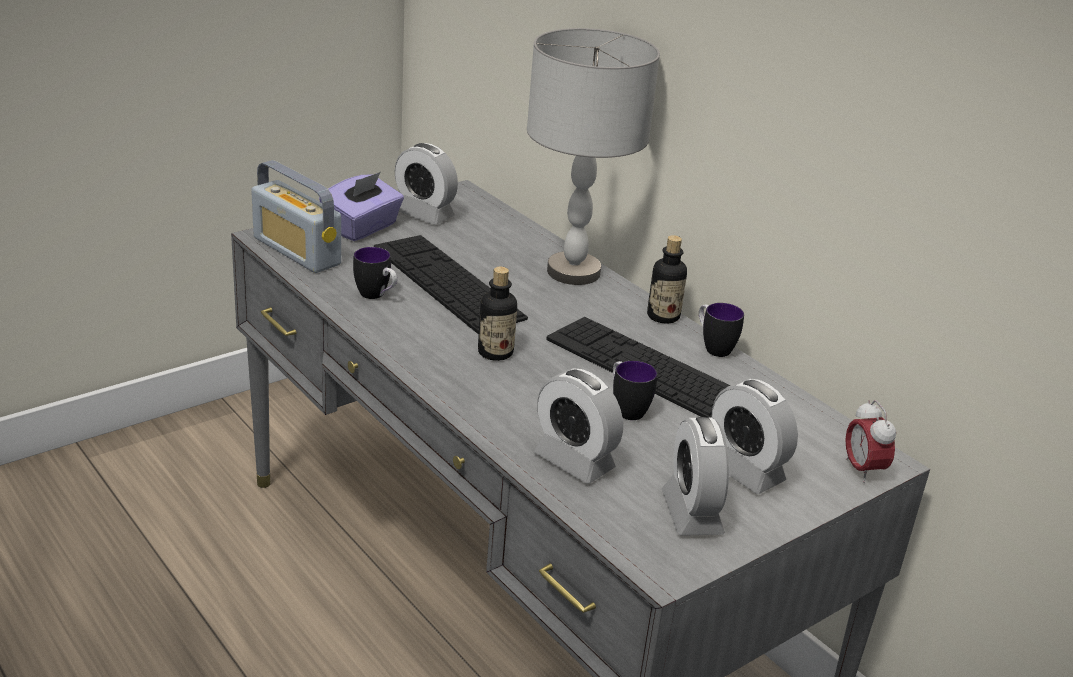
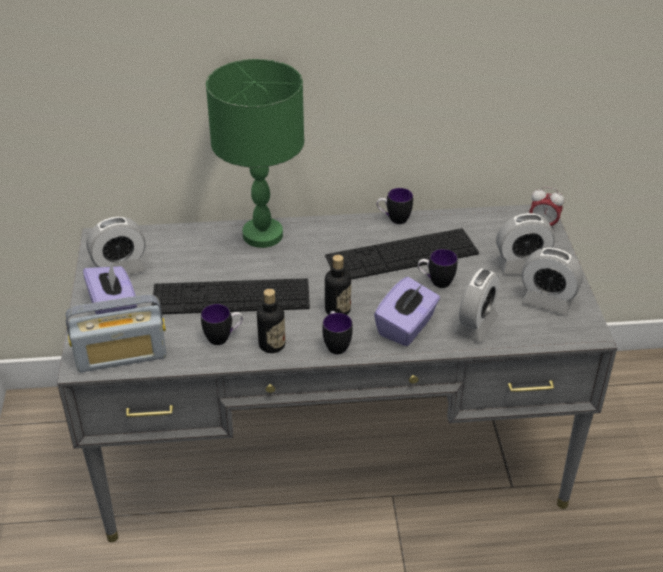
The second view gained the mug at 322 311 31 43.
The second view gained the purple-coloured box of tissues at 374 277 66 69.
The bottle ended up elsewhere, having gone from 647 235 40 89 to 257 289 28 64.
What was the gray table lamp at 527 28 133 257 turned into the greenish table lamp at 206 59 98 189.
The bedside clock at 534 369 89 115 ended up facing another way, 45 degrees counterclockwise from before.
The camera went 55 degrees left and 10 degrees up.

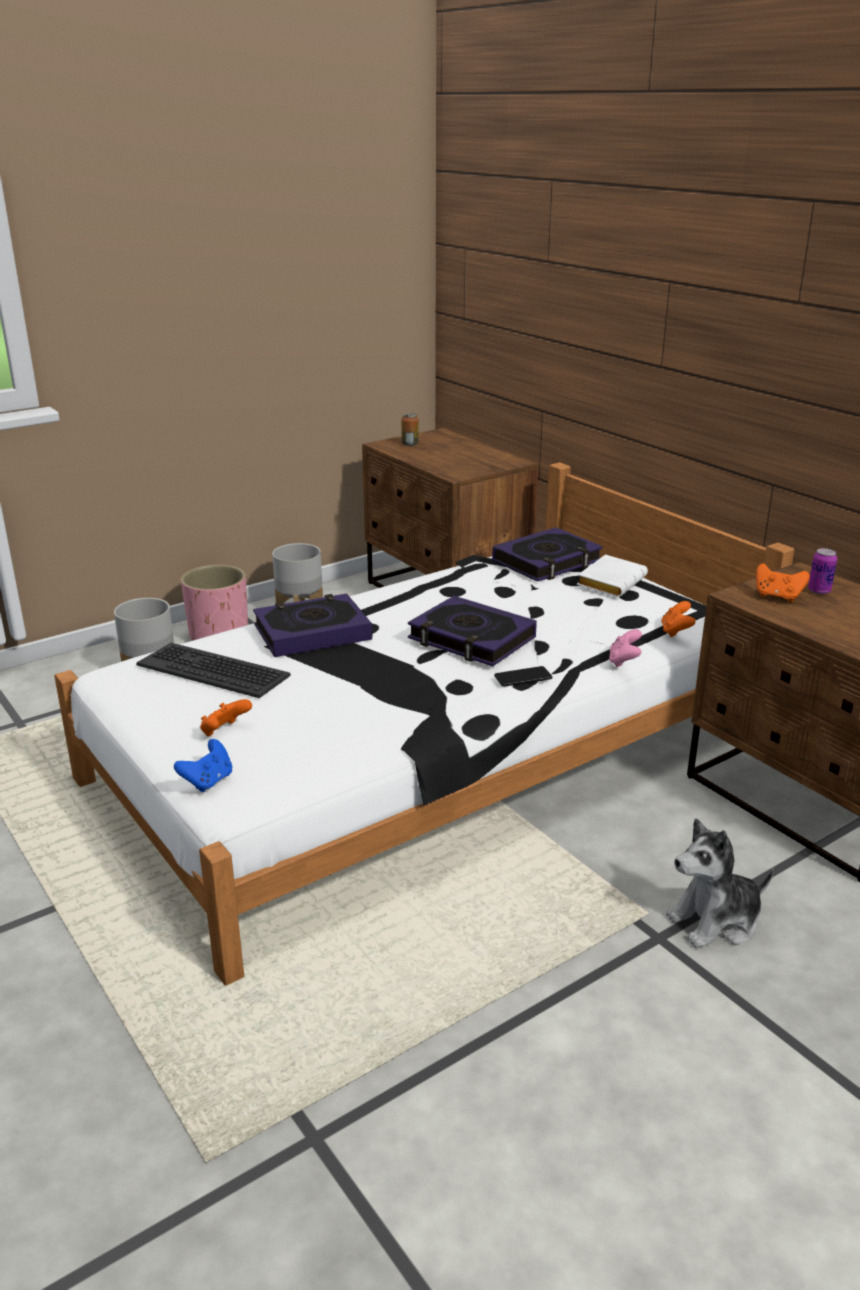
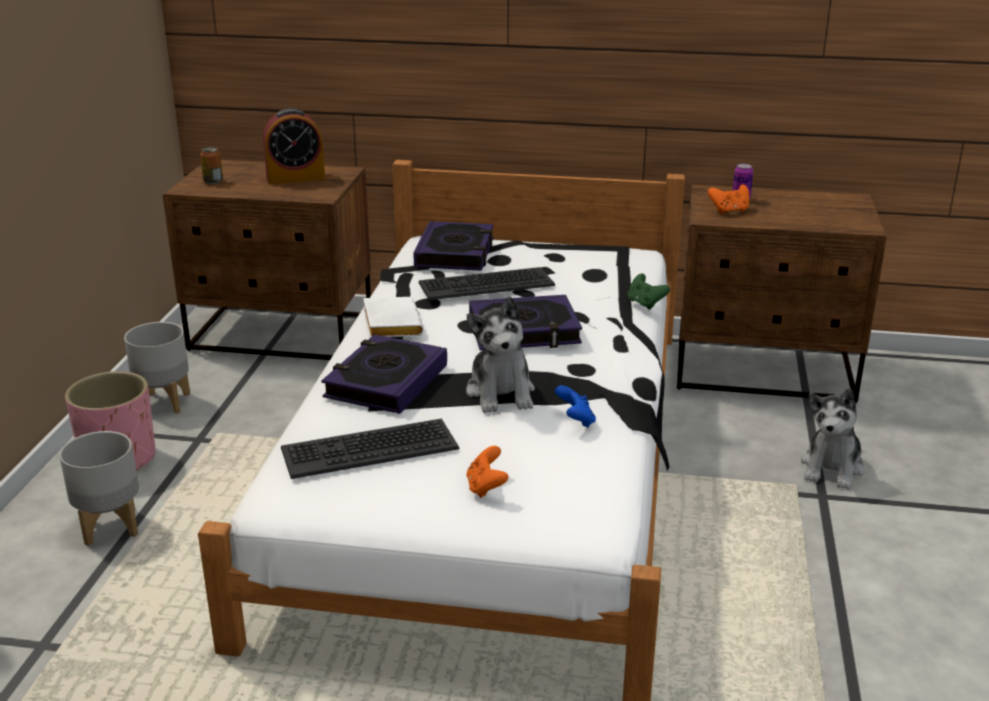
The second view lost the handset at 494 666 59 21.
The second view lost the orangey gamepad at 661 601 35 36.
The second view gained the bedside clock at 263 108 62 77.
The second view gained the PC keyboard at 419 267 136 33.
The second view gained the soft toy at 466 297 69 116.
The bluish gamepad ended up elsewhere, having gone from 174 739 58 53 to 555 386 41 42.
The whitish bound book ended up elsewhere, having gone from 577 554 71 43 to 363 297 60 41.
What was the pink-coloured gamepad at 609 629 33 38 turned into the greenish gamepad at 628 274 42 36.
The camera went 45 degrees left and 0 degrees up.

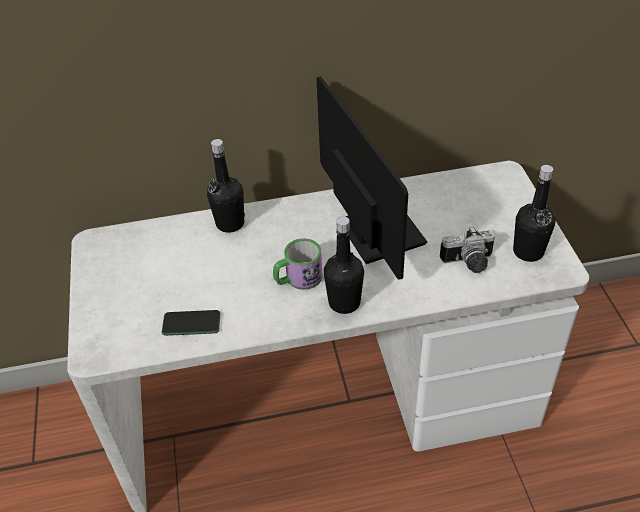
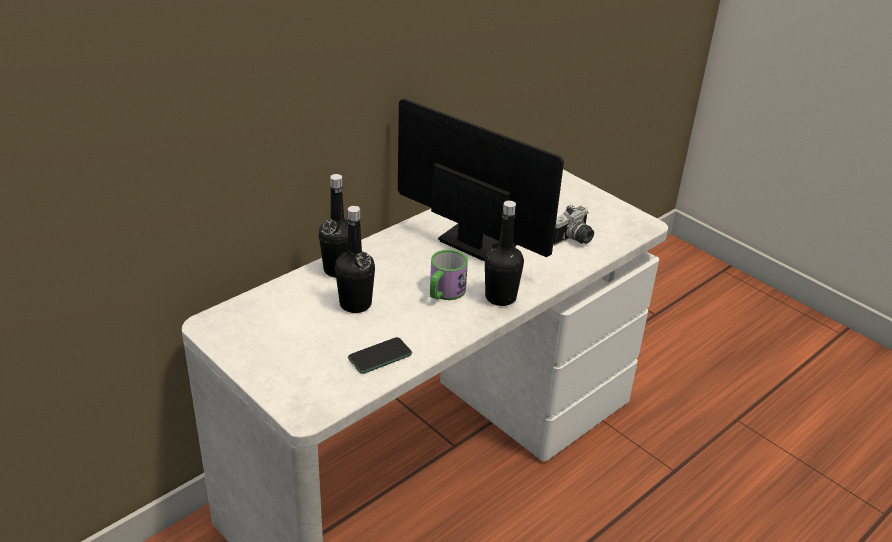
The black-coloured bottle ended up elsewhere, having gone from 513 165 43 97 to 335 206 40 107.
The camera went 35 degrees left and 10 degrees down.

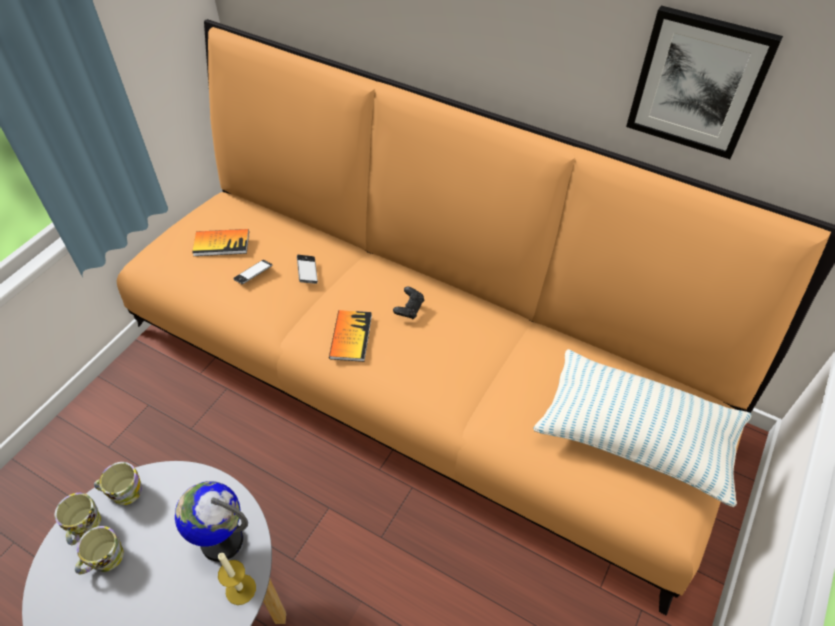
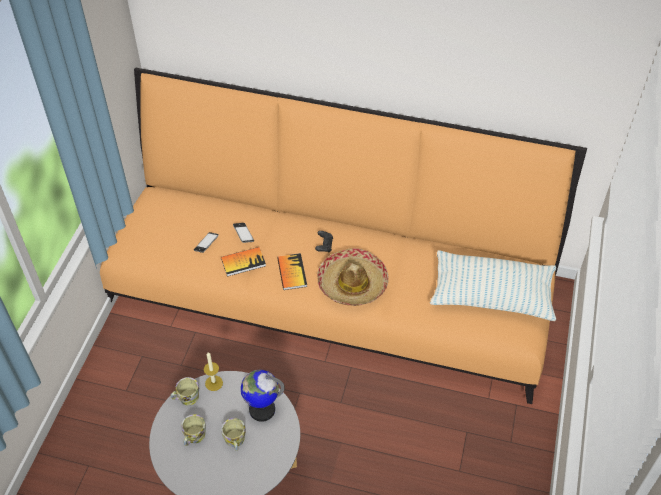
The second view lost the picture at 626 5 157 154.
The second view gained the wearable hat at 317 248 72 58.
The mug ended up elsewhere, having gone from 54 493 47 52 to 221 418 25 33.
The bound book ended up elsewhere, having gone from 192 229 57 27 to 221 247 45 30.
The wax light ended up elsewhere, having gone from 218 553 38 52 to 204 352 19 39.
The camera went 15 degrees left and 0 degrees up.

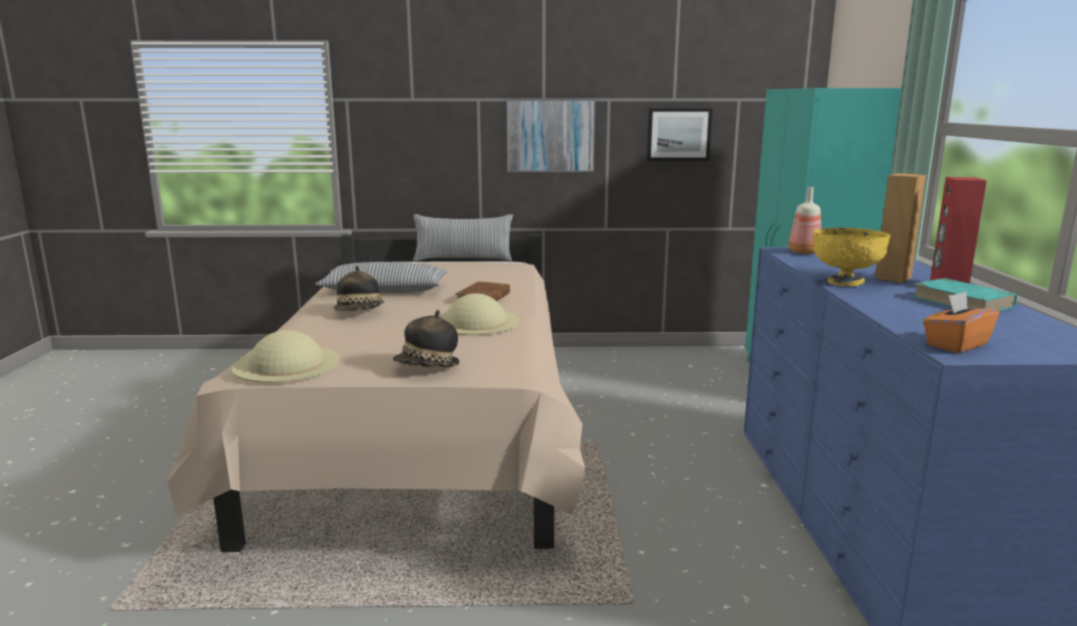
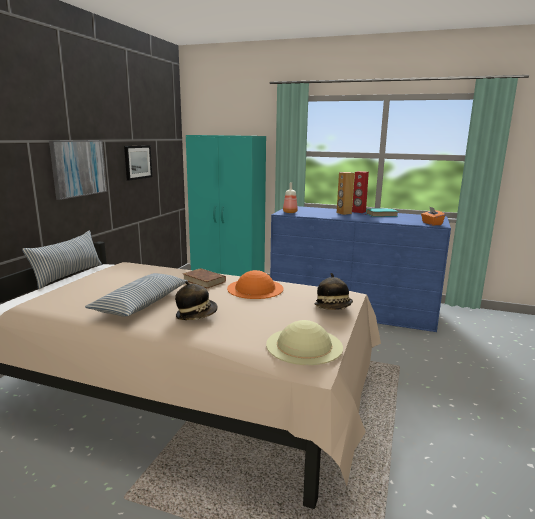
The second view lost the yellowish bowl at 813 228 78 58.
What was the beige-coloured wearable hat at 439 293 80 42 turned into the orangey wearable hat at 227 270 57 29.
The camera went 70 degrees left and 0 degrees up.

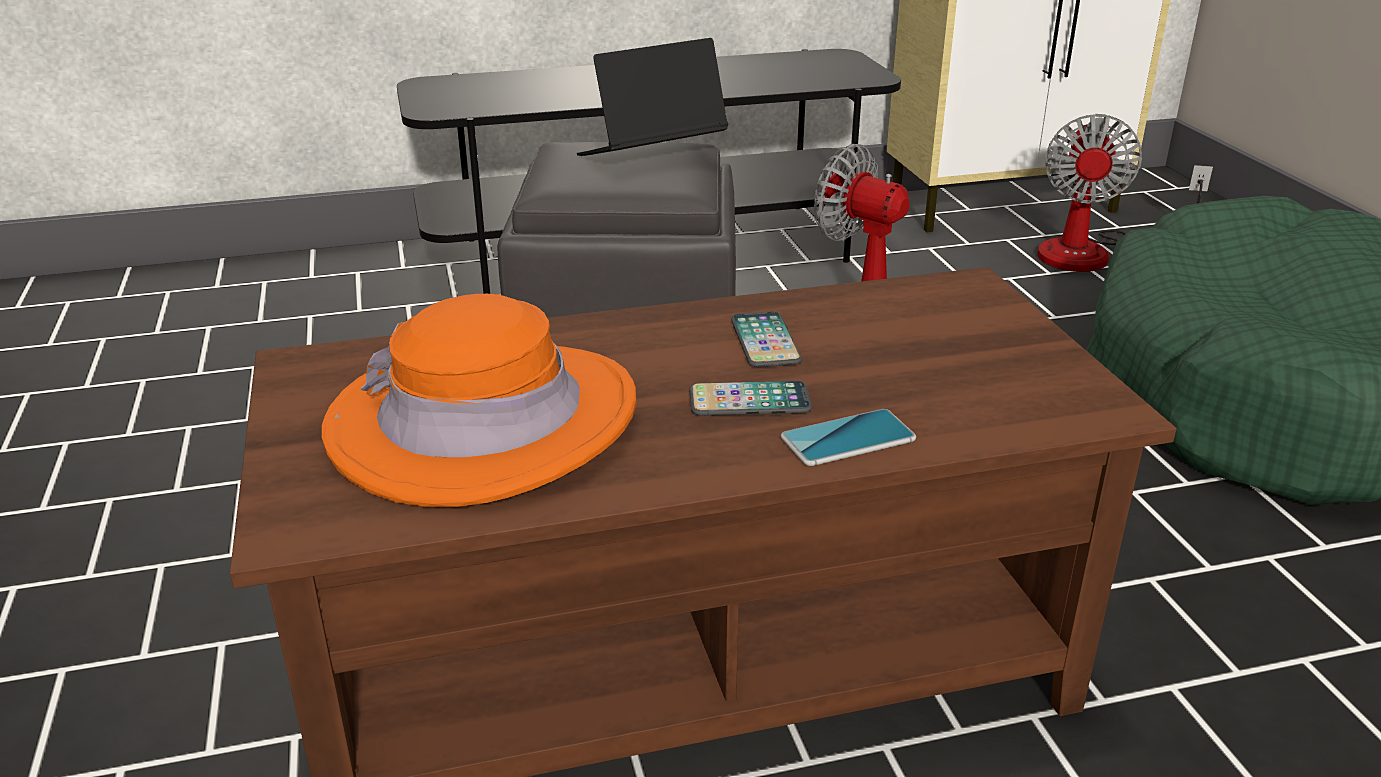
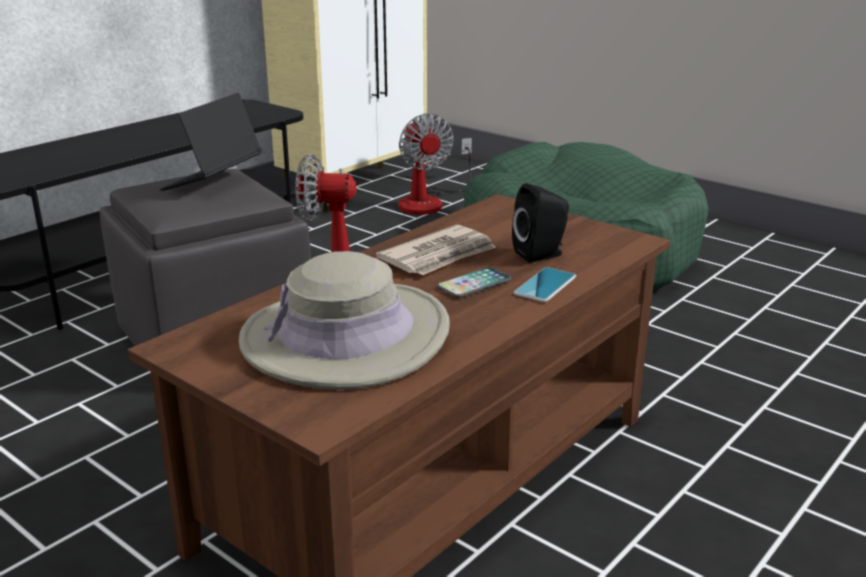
The second view gained the black-coloured speaker at 512 183 57 80.
Where the handset stood at 731 311 71 56, the daily paper came to stand at 376 225 120 50.
What was the orangey wearable hat at 322 294 315 213 turned into the beige-coloured wearable hat at 239 251 211 139.
The camera went 35 degrees left and 5 degrees down.

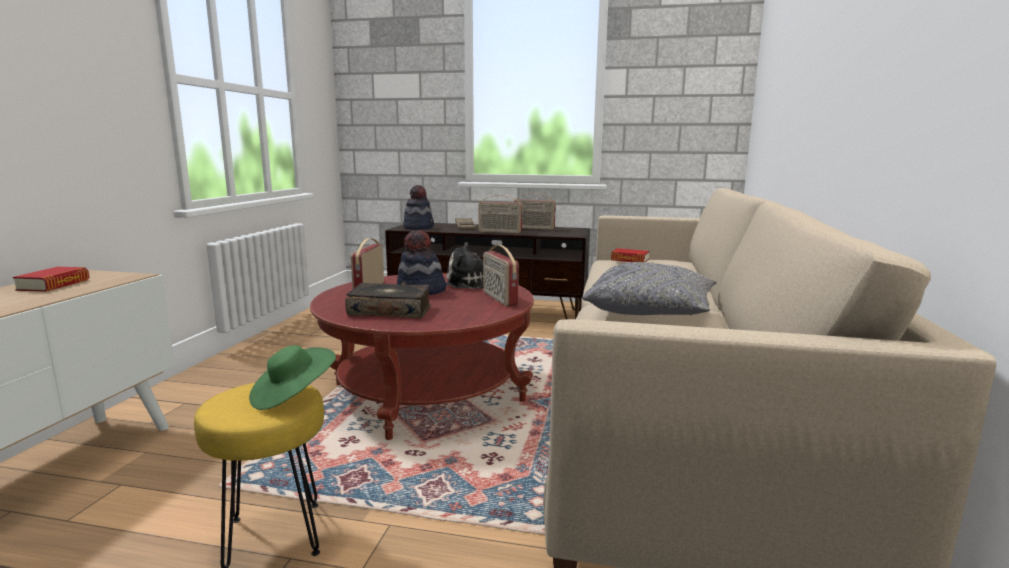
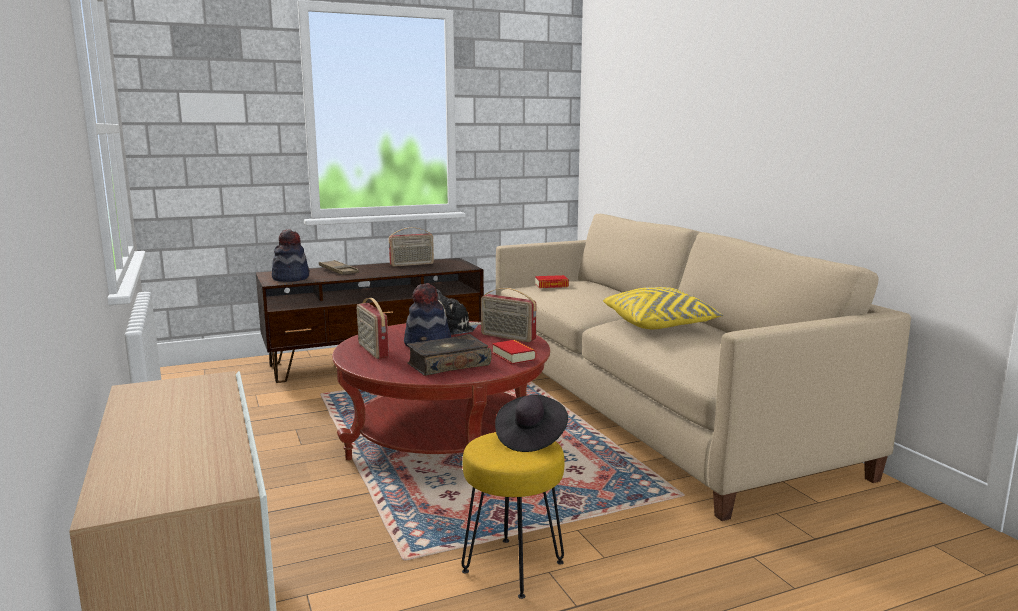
The second view lost the radio receiver at 478 195 45 39.
The bound book ended up elsewhere, having gone from 13 267 77 25 to 492 340 44 24.
What was the greenish wearable hat at 249 345 87 65 turned into the black-coloured wearable hat at 495 395 73 57.
What was the gray throw pillow at 582 262 135 53 turned into the yellowish throw pillow at 603 287 120 42.
The camera went 35 degrees left and 0 degrees up.

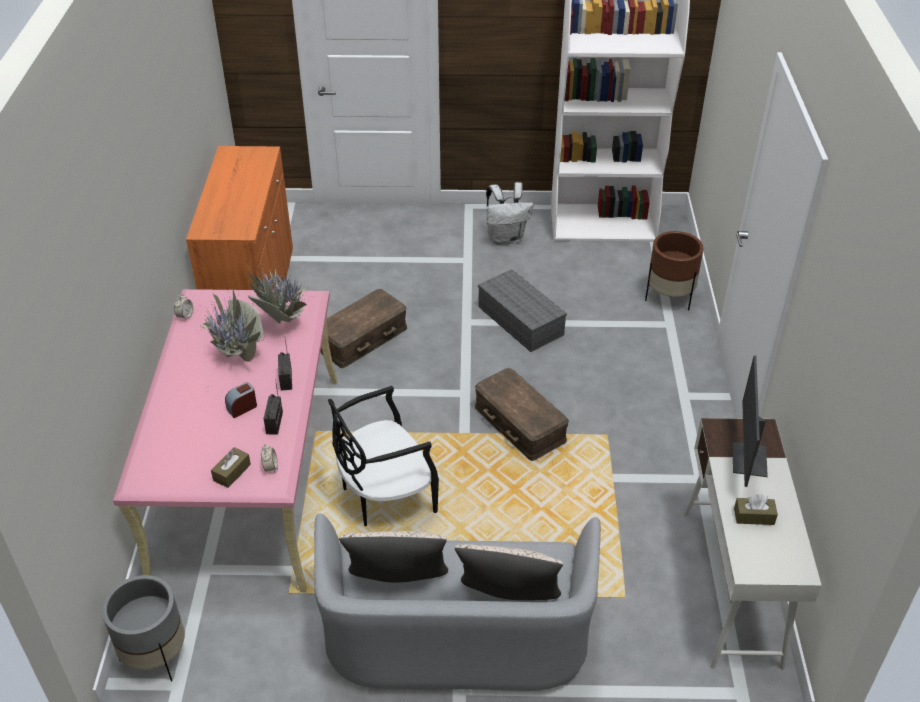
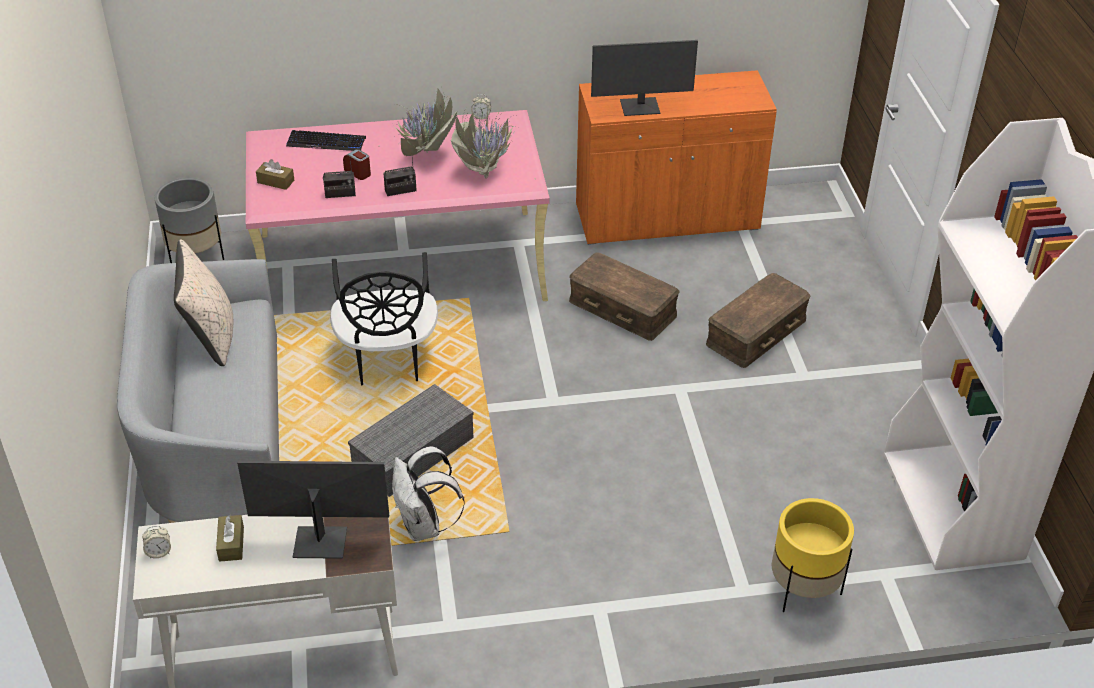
The second view lost the beige-coloured throw pillow at 455 544 108 56.
The second view gained the PC keyboard at 286 130 80 21.
The second view gained the computer screen at 591 40 107 76.
The bedside clock ended up elsewhere, having gone from 261 444 17 28 to 142 526 29 32.
The brownish storage box ended up elsewhere, having gone from 475 368 94 93 to 706 273 105 95.
The gray storage box ended up elsewhere, having gone from 478 269 89 83 to 348 384 126 113.
The whitish rucksack ended up elsewhere, having gone from 486 182 47 63 to 392 446 73 95.
What was the brownish planter at 645 231 58 80 turned into the yellowish planter at 772 498 82 114.
The black-coloured plain chair at 328 386 111 140 ended up facing another way, 150 degrees counterclockwise from before.
The camera went 80 degrees right and 0 degrees up.

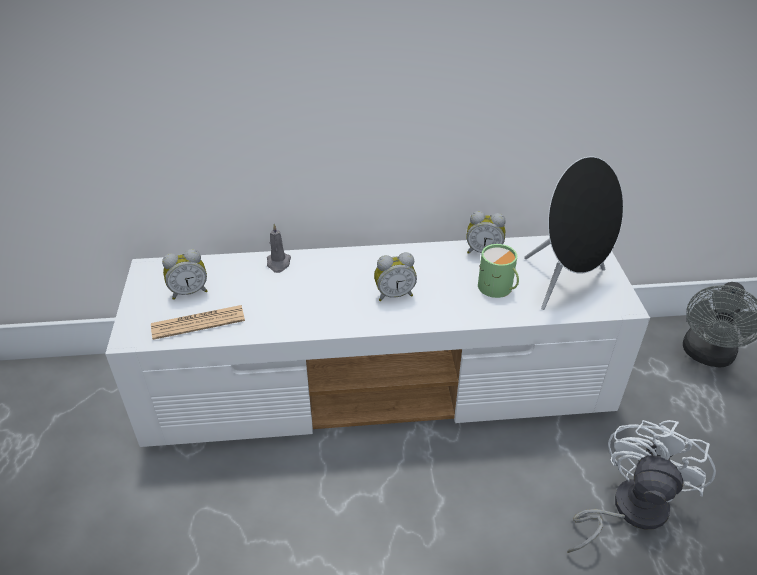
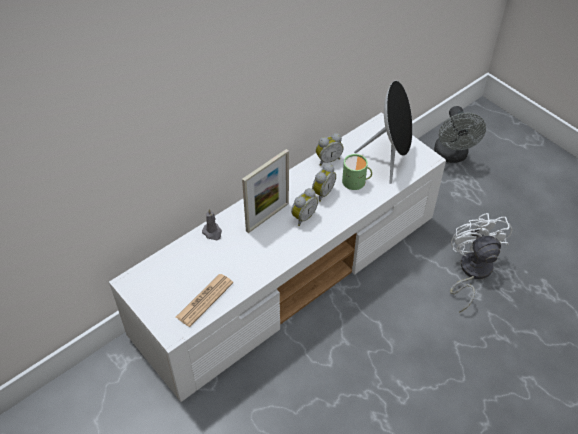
The second view gained the picture frame at 242 149 47 84.
The bedside clock ended up elsewhere, having gone from 162 249 45 51 to 312 164 24 38.
The camera went 35 degrees left and 10 degrees up.

